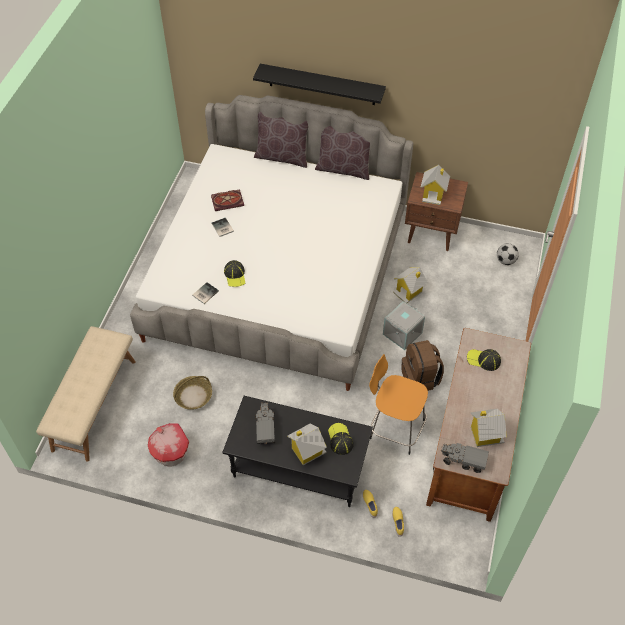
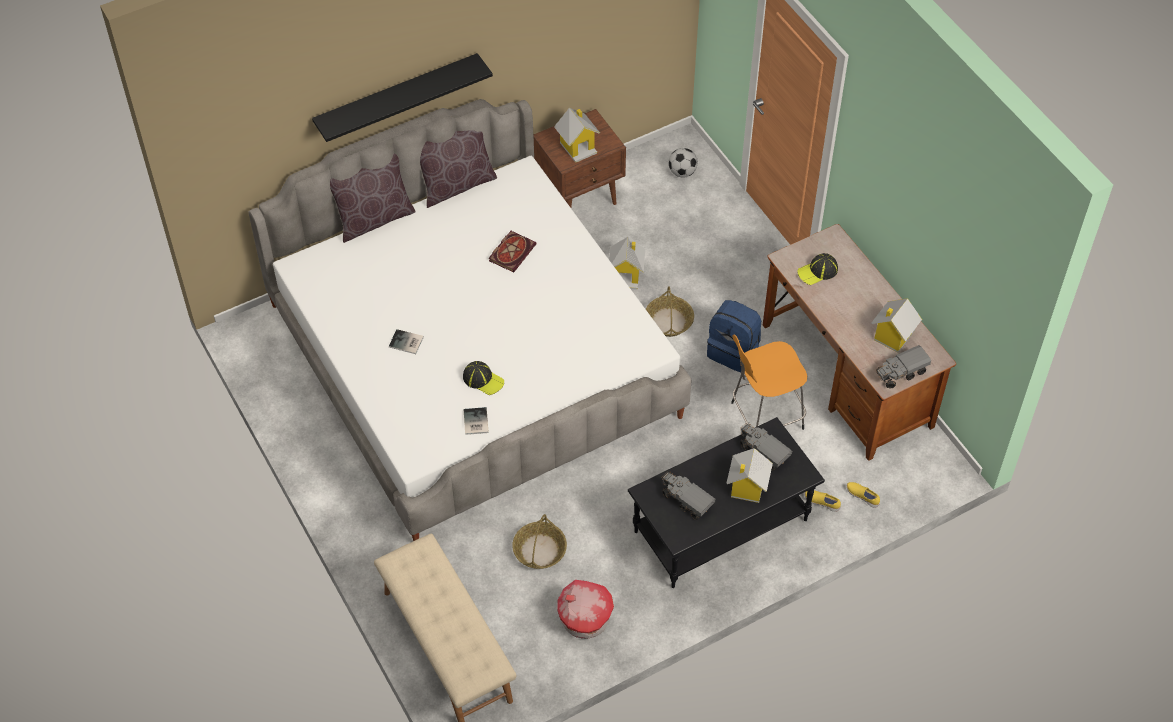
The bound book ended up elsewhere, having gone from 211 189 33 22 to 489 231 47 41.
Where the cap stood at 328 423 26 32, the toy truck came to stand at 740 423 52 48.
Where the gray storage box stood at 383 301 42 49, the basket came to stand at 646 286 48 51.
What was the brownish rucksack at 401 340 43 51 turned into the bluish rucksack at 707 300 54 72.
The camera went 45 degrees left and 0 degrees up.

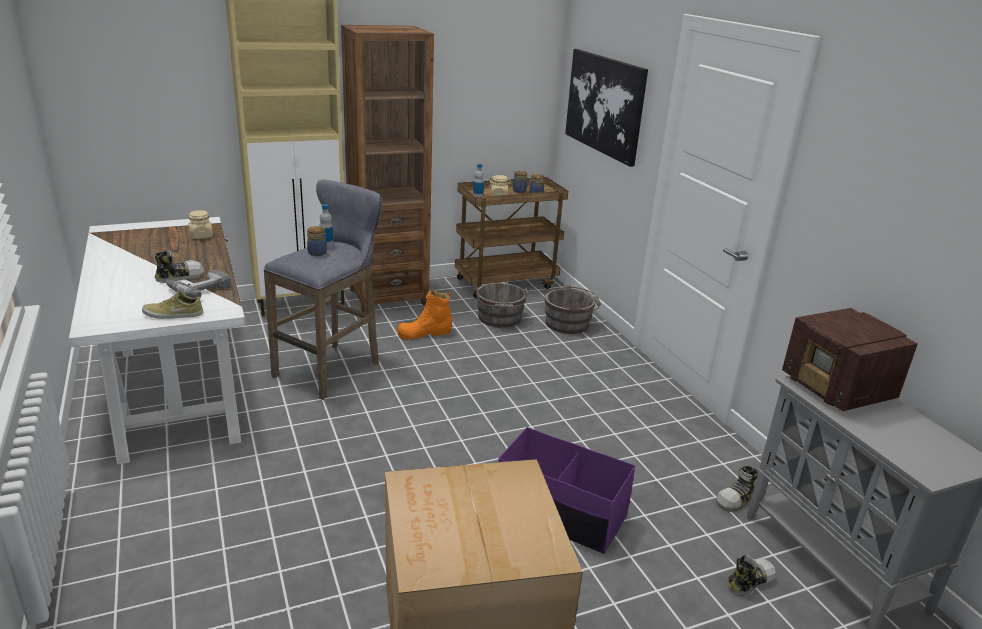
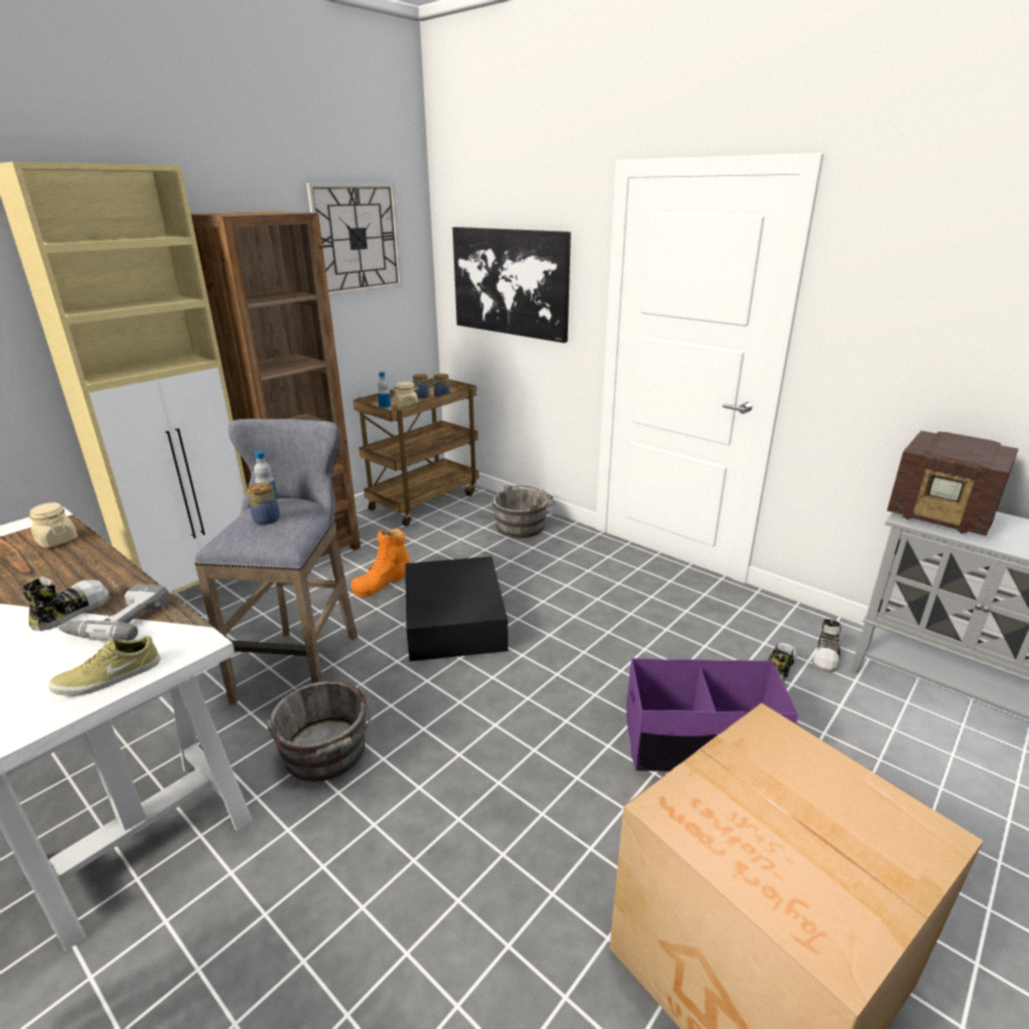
The second view gained the clock on the wall at 306 183 96 113.
The second view gained the black-coloured storage box at 405 556 103 105.
The gray bucket ended up elsewhere, having gone from 475 283 53 45 to 267 681 104 101.
The shoe ended up elsewhere, having gone from 728 555 47 41 to 767 643 30 39.
The camera went 25 degrees left and 0 degrees up.

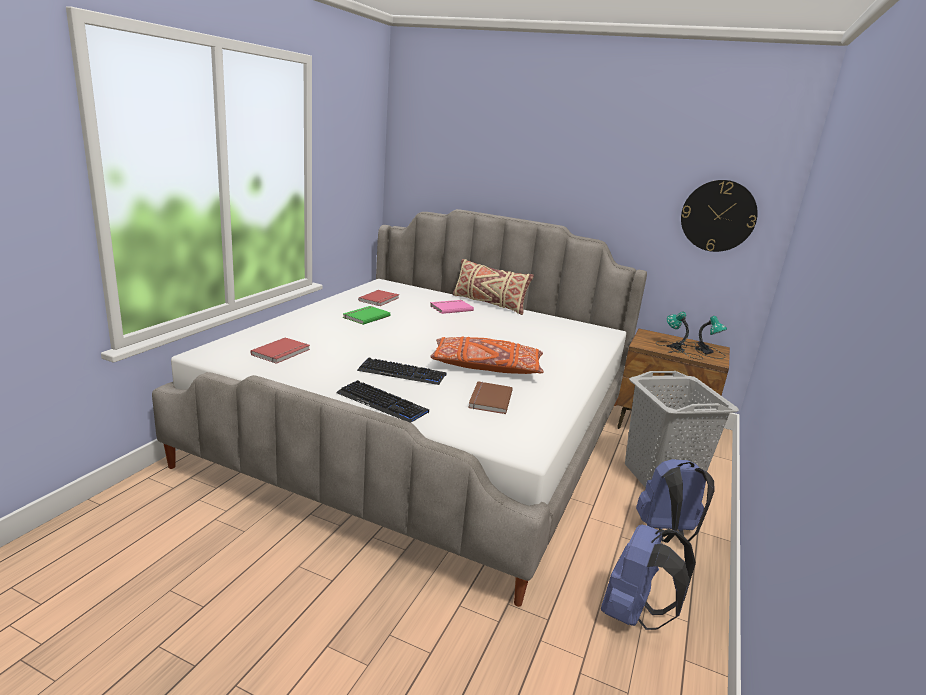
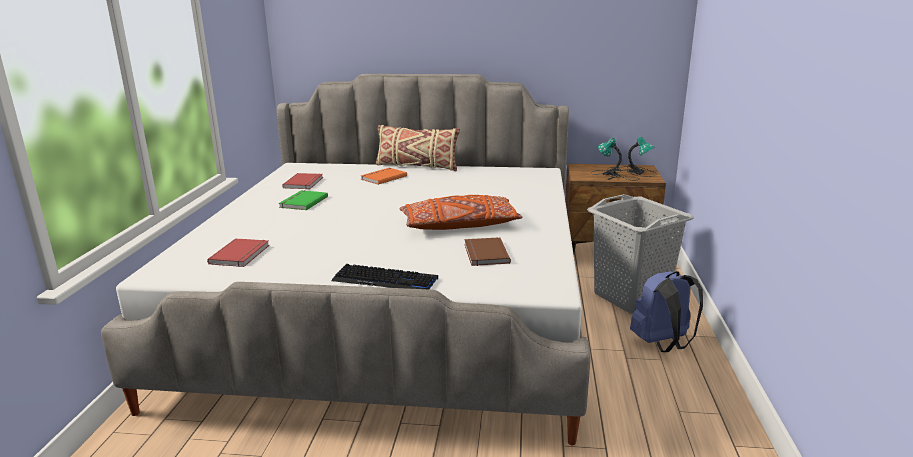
The second view lost the PC keyboard at 357 358 90 27.
The second view lost the bluish rucksack at 601 524 95 106.
The second view lost the clock on the wall at 681 180 77 72.
What was the pink-coloured bound book at 430 300 44 14 turned into the orangey bound book at 360 168 47 17.
The camera went 15 degrees left and 0 degrees up.

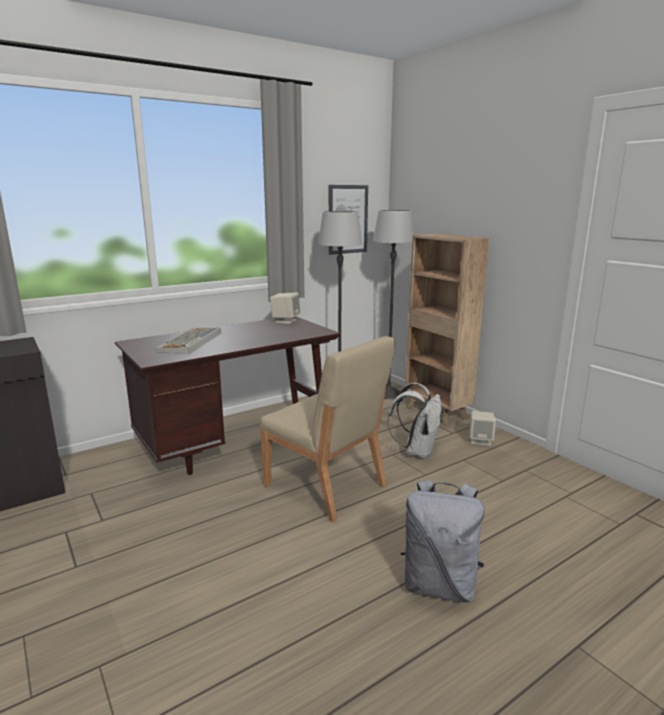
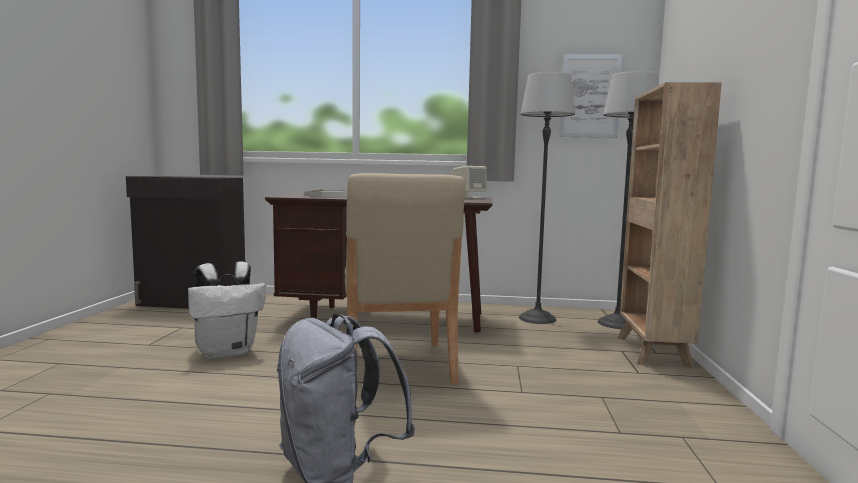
The second view lost the beige-coloured speaker at 470 411 26 35.
The whitish rucksack ended up elsewhere, having gone from 387 383 54 76 to 188 261 78 98.
The camera went 40 degrees right and 10 degrees down.

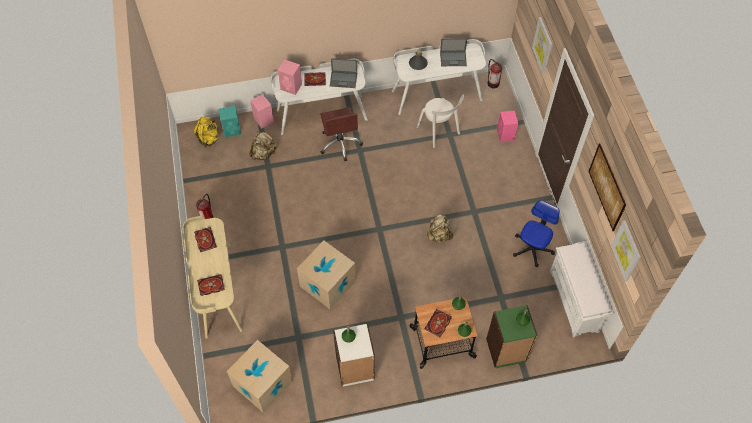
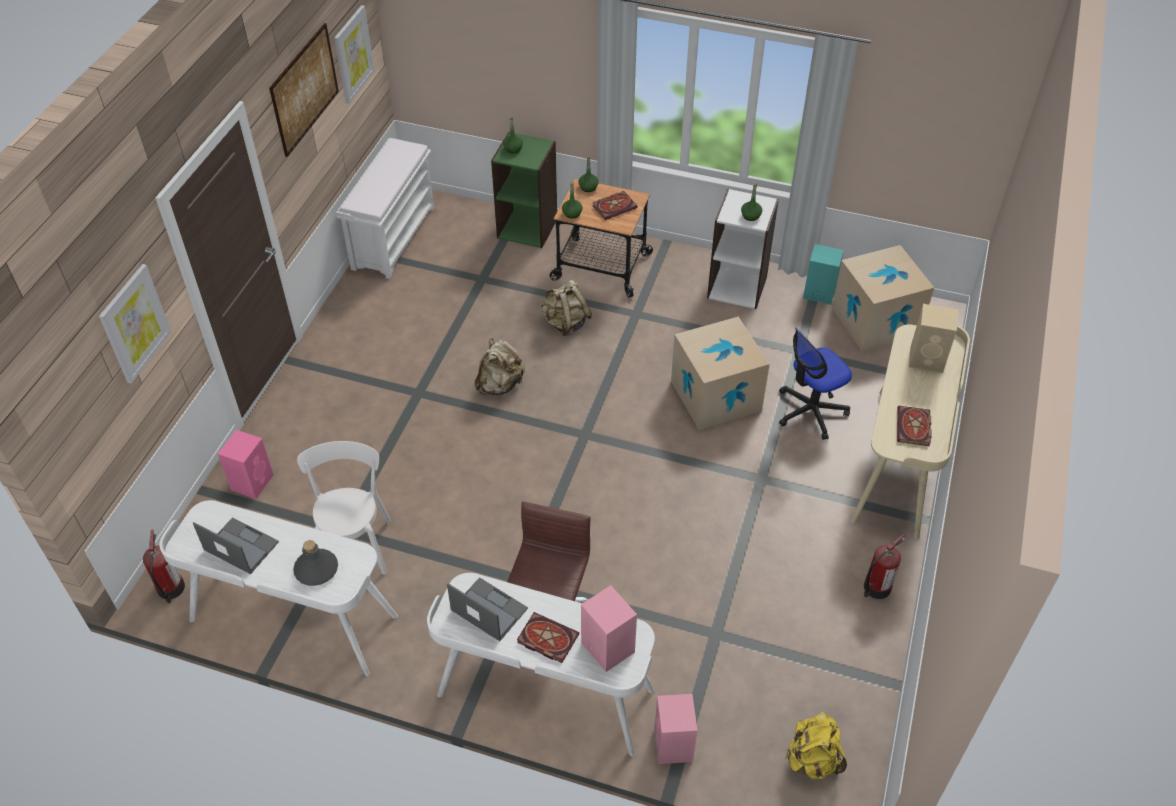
The blue-green speaker ended up elsewhere, having gone from 219 106 22 31 to 803 244 41 61.
The beige-coloured rucksack ended up elsewhere, having gone from 249 131 28 29 to 541 280 51 56.
The desk chair ended up elsewhere, having gone from 513 200 46 67 to 779 328 73 112.
Where the bound book stood at 197 274 28 22, the beige-coloured speaker came to stand at 909 304 49 69.
The camera went 150 degrees left and 10 degrees down.

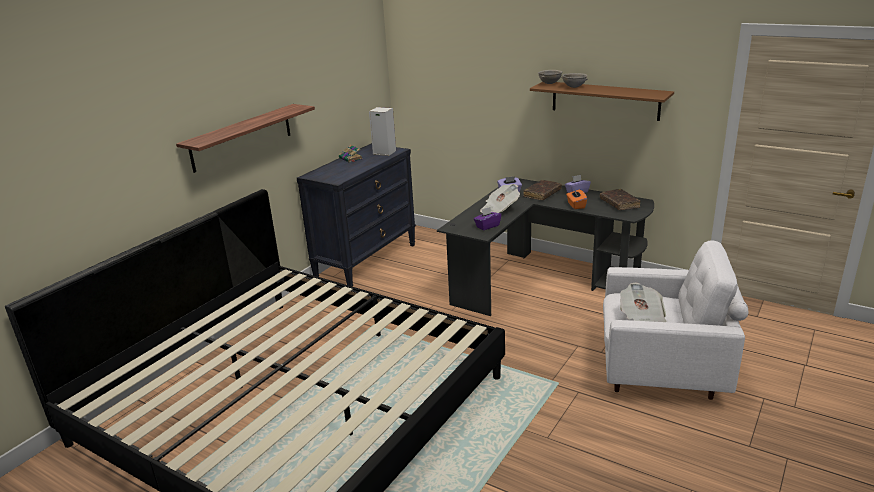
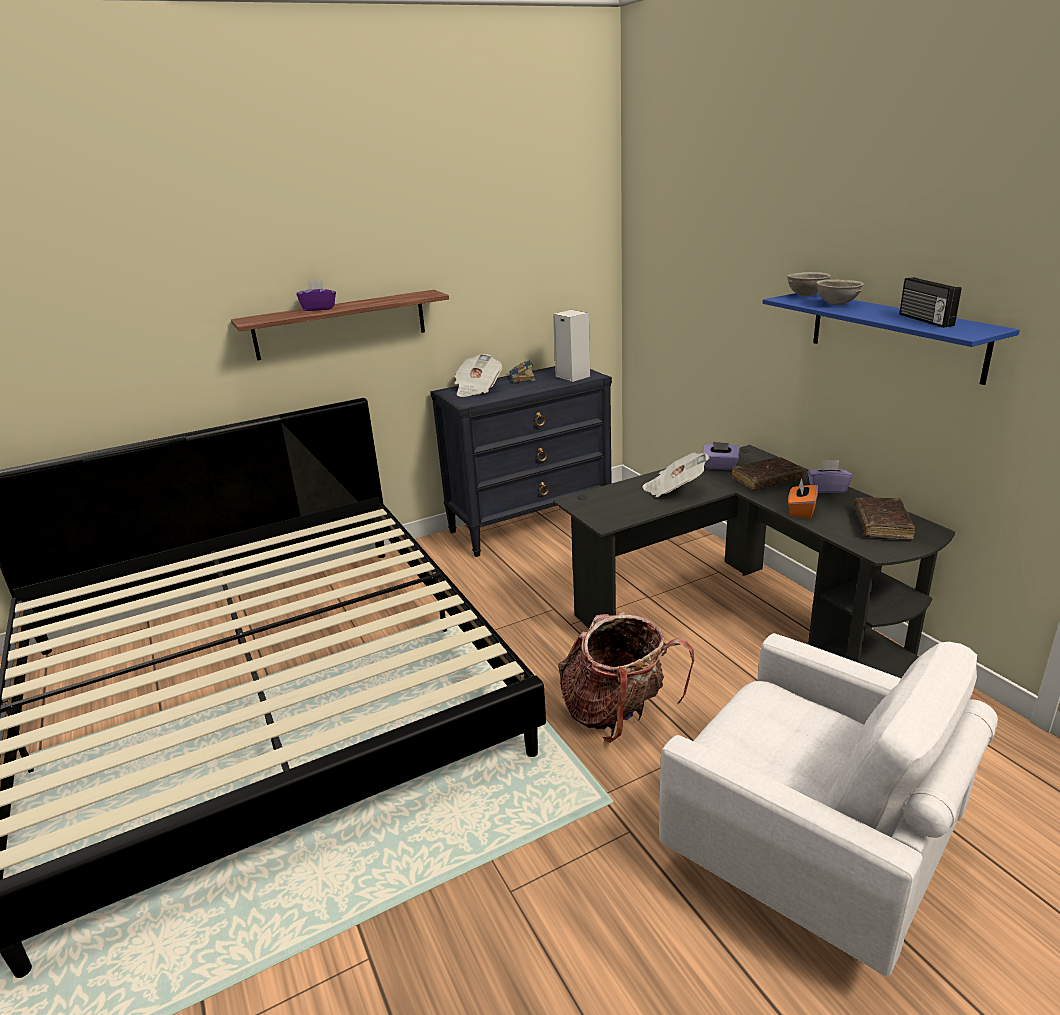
The second view gained the rucksack at 559 612 135 131.
The second view gained the radio receiver at 899 277 62 51.
The purple-coloured box of tissues ended up elsewhere, having gone from 474 207 27 24 to 296 280 40 31.
The daily paper ended up elsewhere, having gone from 620 283 47 39 to 454 354 49 43.
What was the brownish wall shelf at 530 82 144 39 turned into the bluish wall shelf at 762 293 258 92.
The camera went 30 degrees right and 0 degrees up.

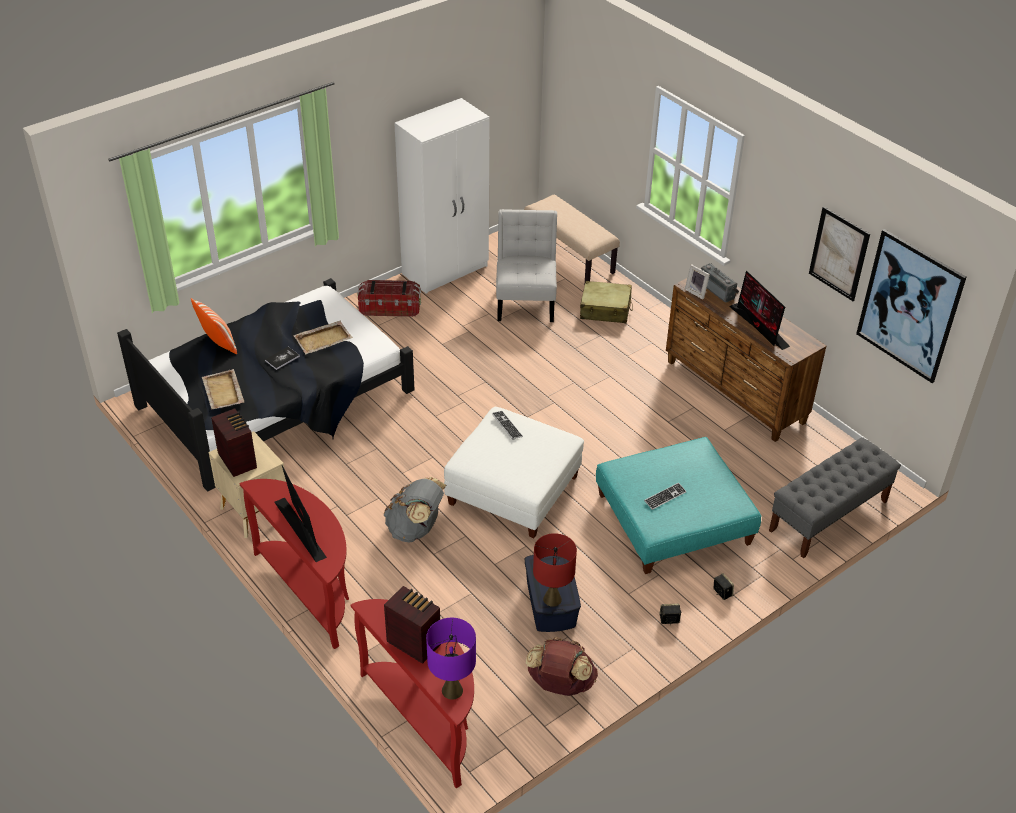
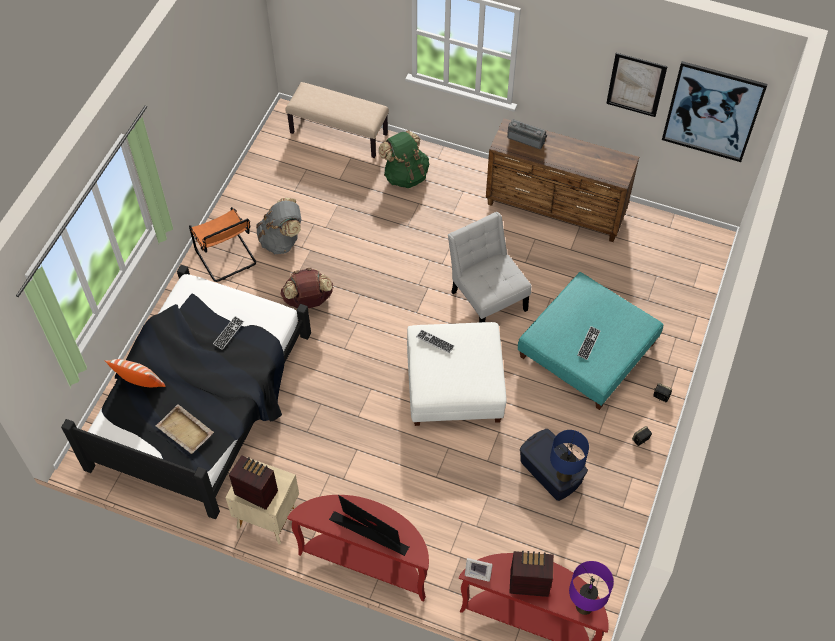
The second view lost the bound book at 265 347 35 23.
The second view lost the whitish armoire at 394 98 95 196.
The second view lost the computer screen at 729 271 61 79.
The second view lost the gray long seat at 769 437 132 122.
The gray rucksack ended up elsewhere, having gone from 383 477 63 65 to 256 198 45 56.
The whitish plain chair ended up elsewhere, having gone from 496 209 61 113 to 448 212 83 111.
The brownish rucksack ended up elsewhere, having gone from 526 637 72 59 to 281 268 52 40.
The picture frame ended up elsewhere, having gone from 685 264 25 35 to 465 558 28 24.
Where the beige-coloured carrying tray stood at 294 321 59 33, the PC keyboard came to stand at 213 316 31 34.
Where the storage box stood at 357 280 64 37, the orangey plain chair came to stand at 189 207 67 75.
Where the beige-coloured piece of luggage stood at 580 281 53 42, the greenish rucksack came to stand at 379 130 50 58.
What was the reddish table lamp at 533 533 44 74 turned into the bluish table lamp at 550 430 39 52.
The camera went 30 degrees left and 15 degrees up.

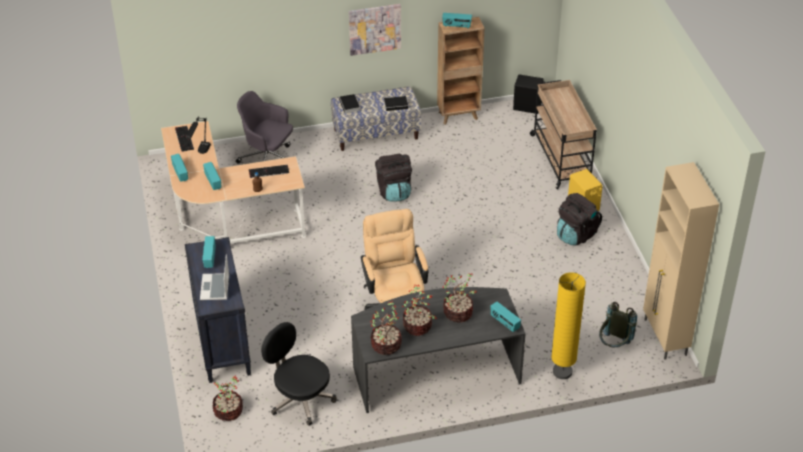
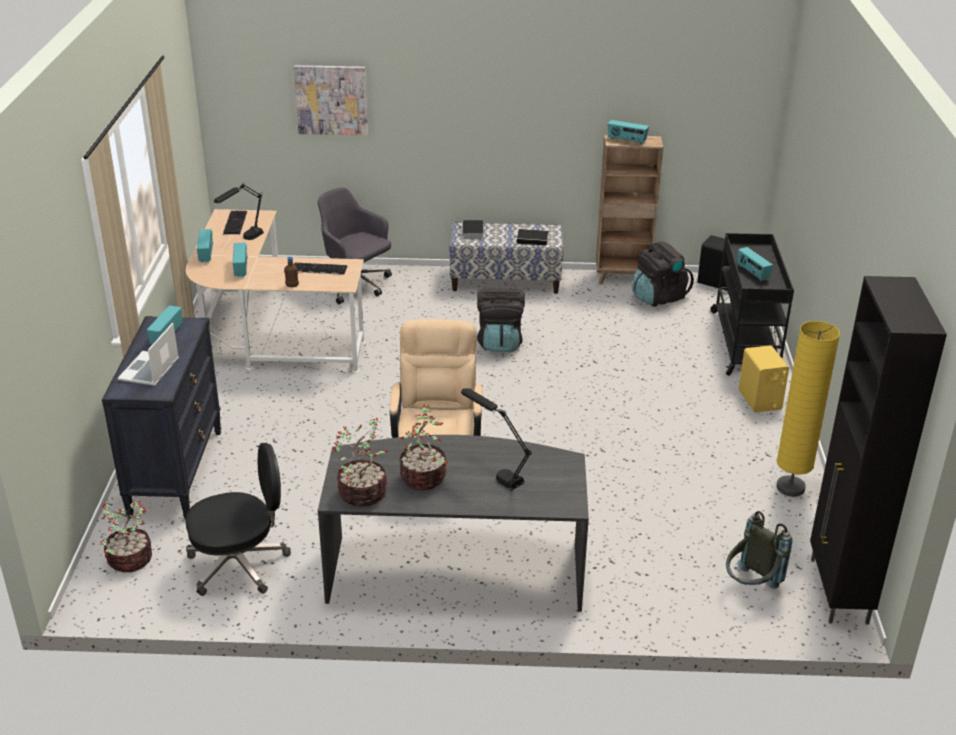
The picture ended up elsewhere, having gone from 349 4 52 52 to 294 65 74 71.
The radio receiver ended up elsewhere, having gone from 490 302 31 30 to 737 247 36 34.
The yellowish standard lamp ended up elsewhere, having gone from 551 272 35 107 to 777 321 63 176.
The black-coloured rucksack ended up elsewhere, having gone from 557 193 45 53 to 632 241 62 66.
Where the houseplant stood at 442 273 34 50, the black-coloured table lamp came to stand at 461 388 71 103.
What was the beige-coloured wheeled cart at 530 80 67 109 turned into the black-coloured wheeled cart at 711 233 83 143.
What was the beige-coloured storage cabinet at 643 162 76 198 turned into the black-coloured storage cabinet at 810 276 137 349.
The black-coloured desk chair at 261 322 76 104 ended up facing another way, 105 degrees clockwise from before.
The camera went 15 degrees right and 10 degrees down.

